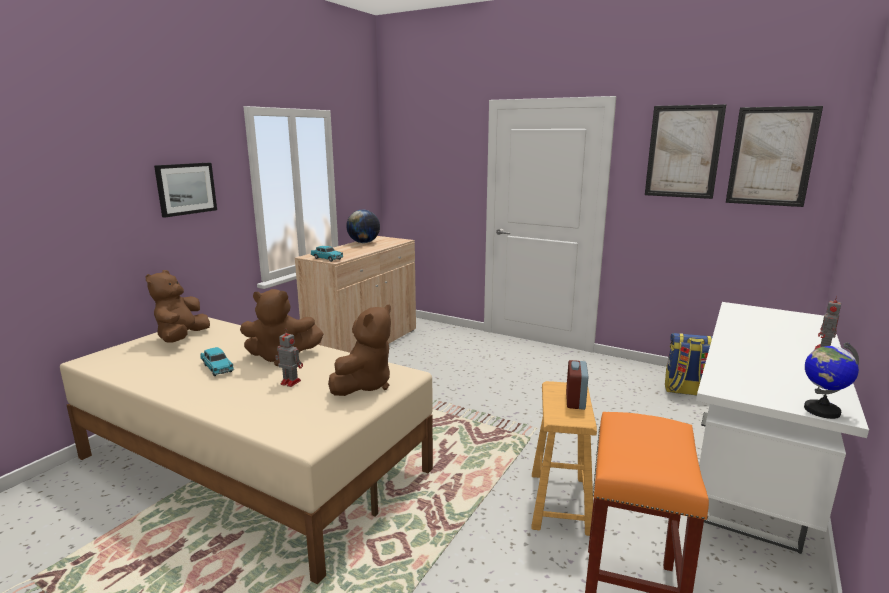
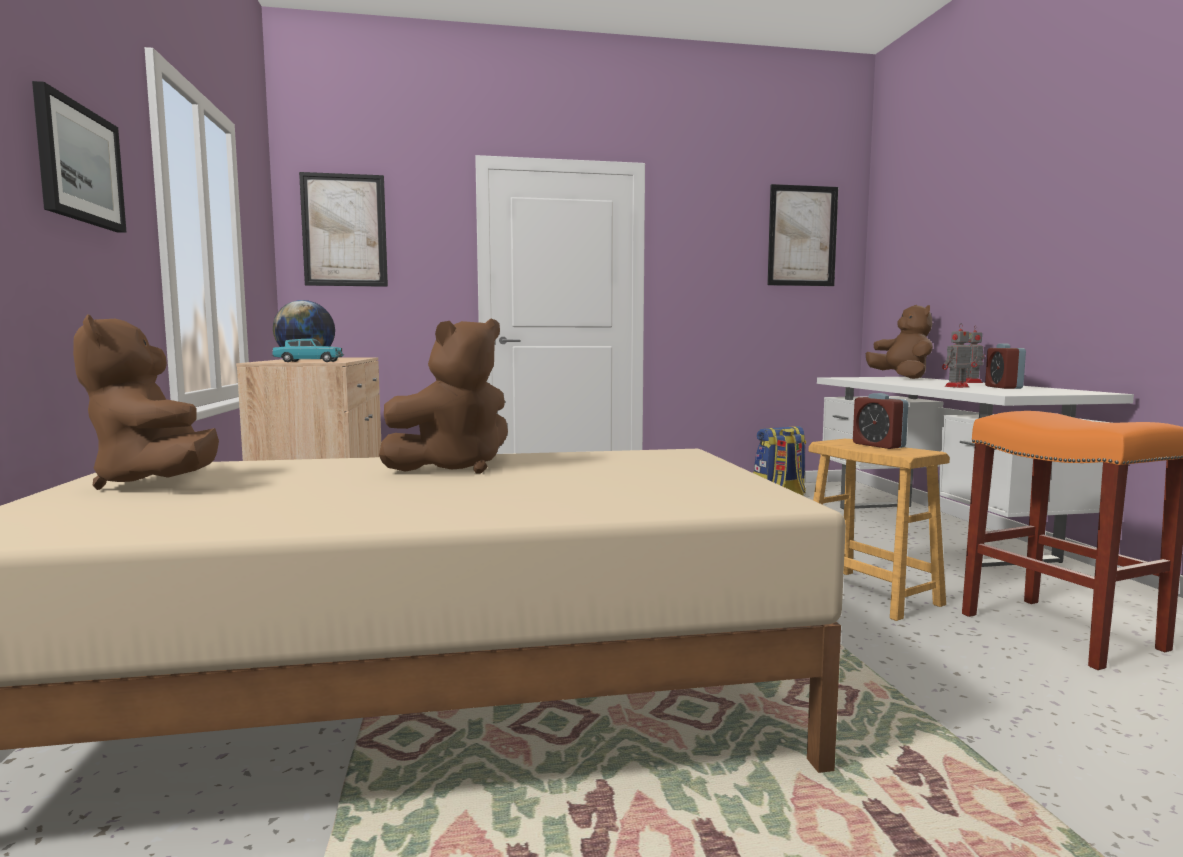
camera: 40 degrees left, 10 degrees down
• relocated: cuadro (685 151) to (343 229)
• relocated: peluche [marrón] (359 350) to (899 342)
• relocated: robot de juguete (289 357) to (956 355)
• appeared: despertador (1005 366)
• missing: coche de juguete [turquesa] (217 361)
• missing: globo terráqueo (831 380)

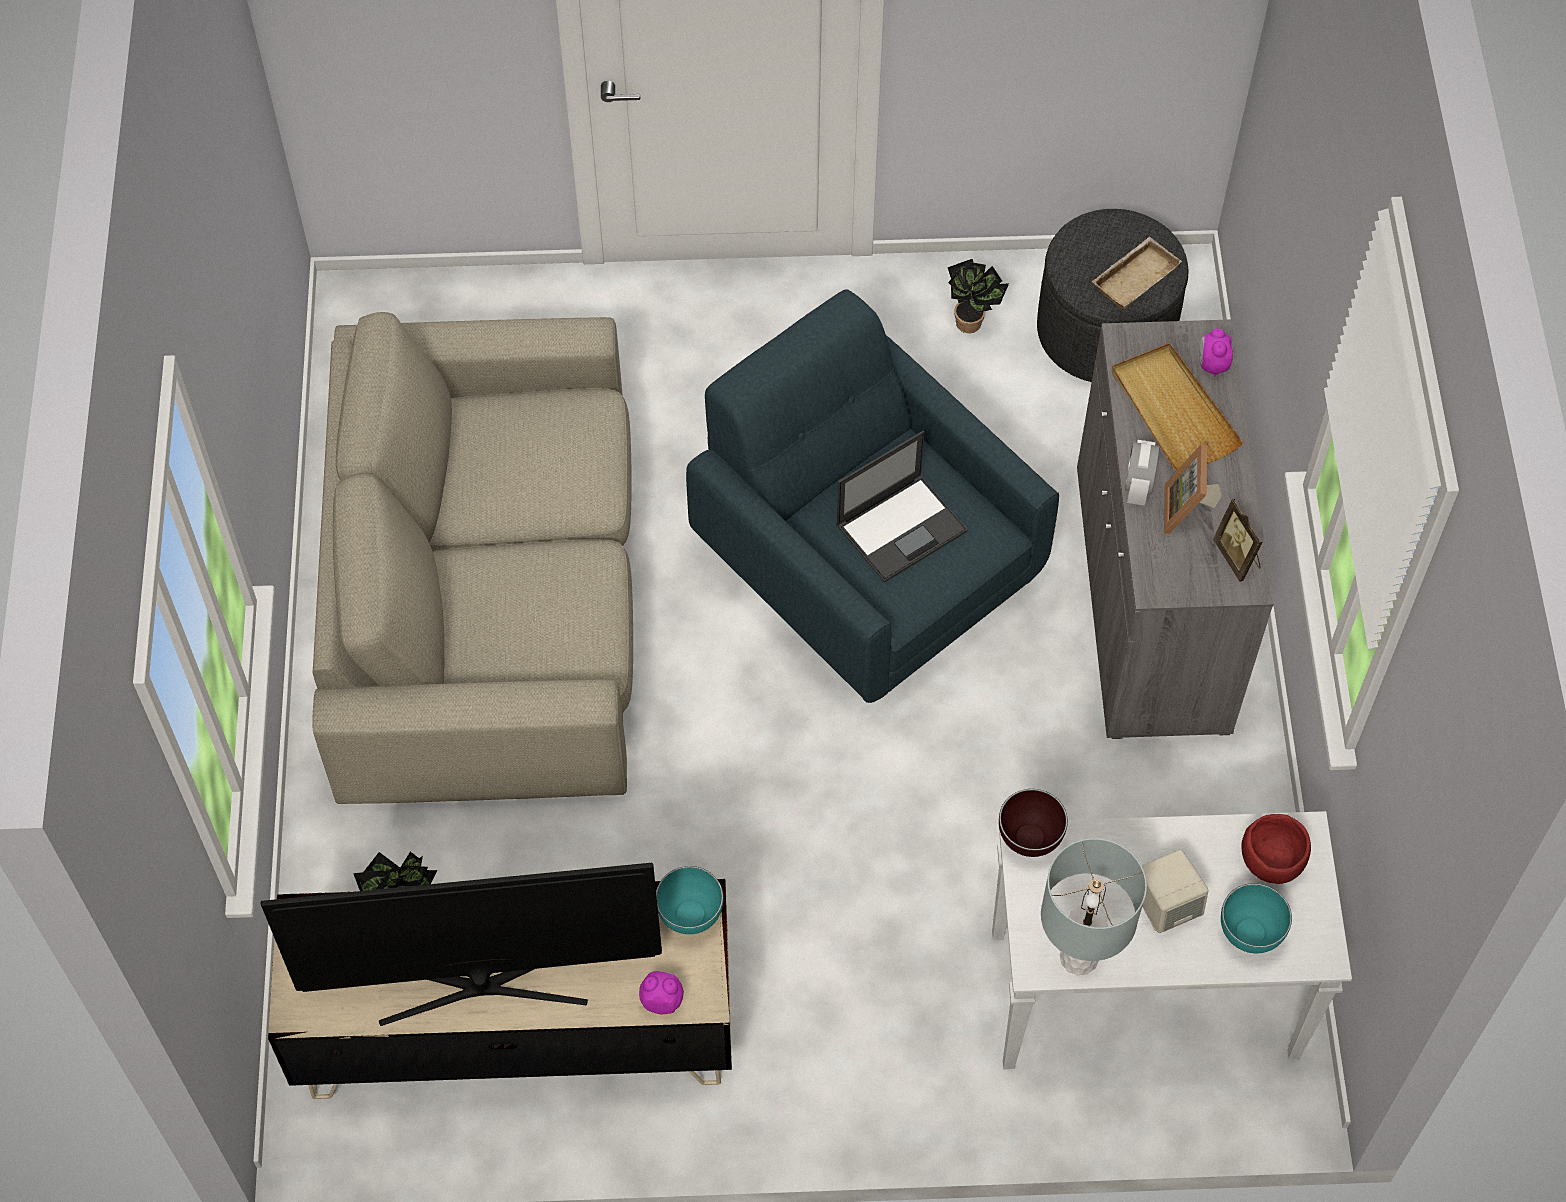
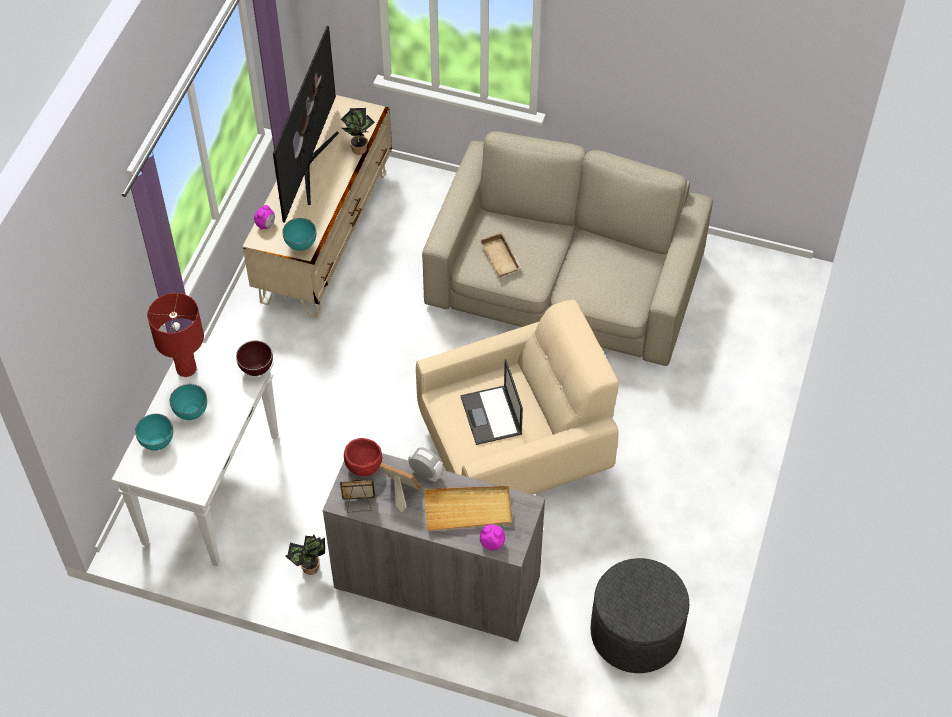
camera: 110 degrees right, 5 degrees down
• colour: lámpara de mesa [gris] (1094 906) to lámpara de mesa [rojo] (175 335)
• exchanged: altavoz [beis] (1175 891) to cuenco [turquesa] (188 402)
• relocated: planta en maceta (978 296) to (305 555)
• relocated: cuenco [rojo] (1276 849) to (363 457)
• colour: sillón [azul] (872 496) to sillón [beis] (517 397)
• relocated: bandeja [beis] (1136 273) to (500 254)

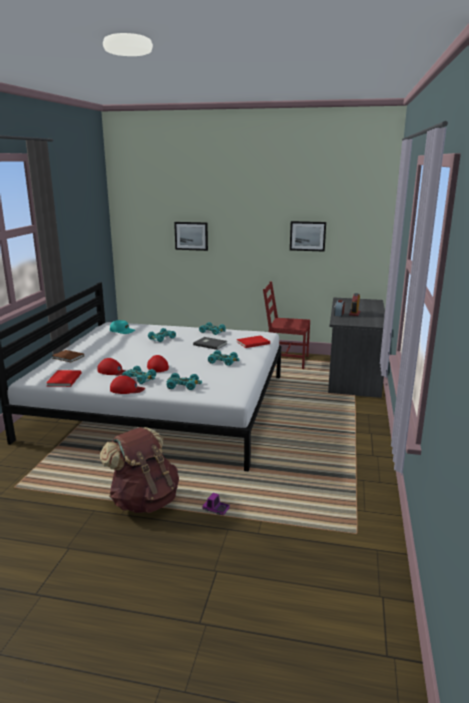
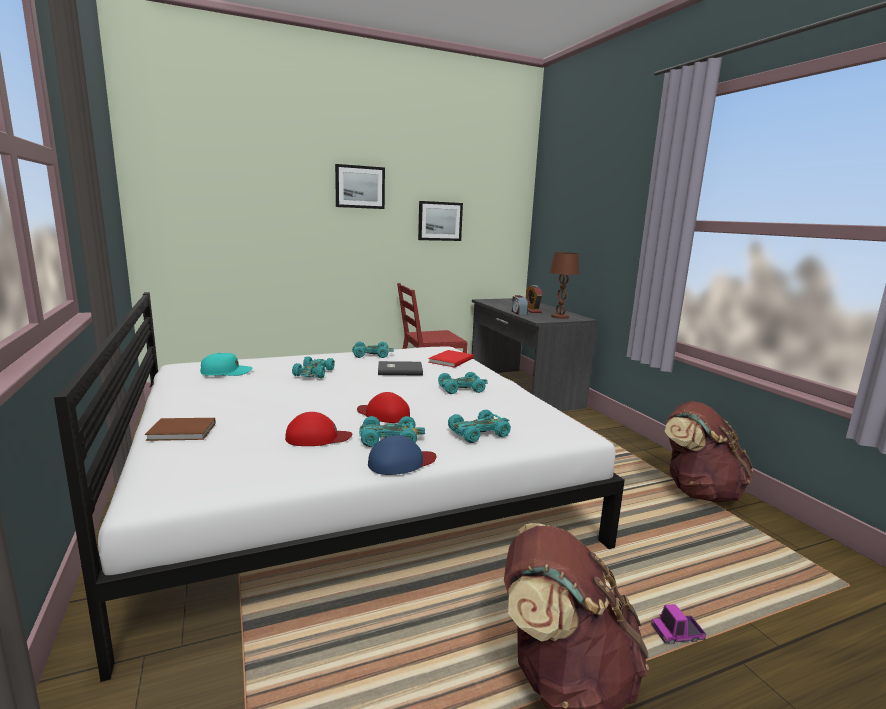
camera: 35 degrees left, 5 degrees down
• relocated: cuadro (191 236) to (360 186)
• colour: gorra [rojo] (127 384) to gorra [azul] (402 455)
• appeared: lámpara de mesa [marrón] (564 285)
• appeared: mochila [marrón] (709 452)
• missing: libro [rojo] (64 378)

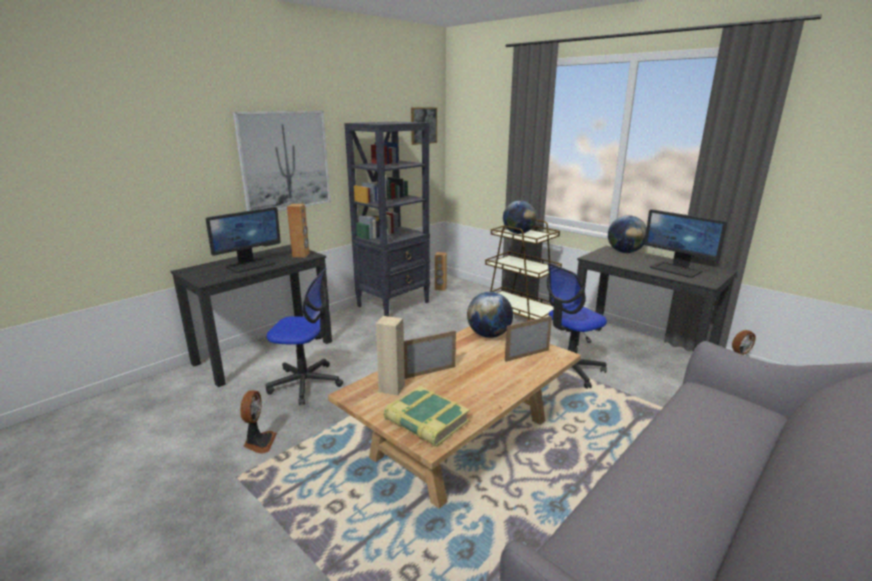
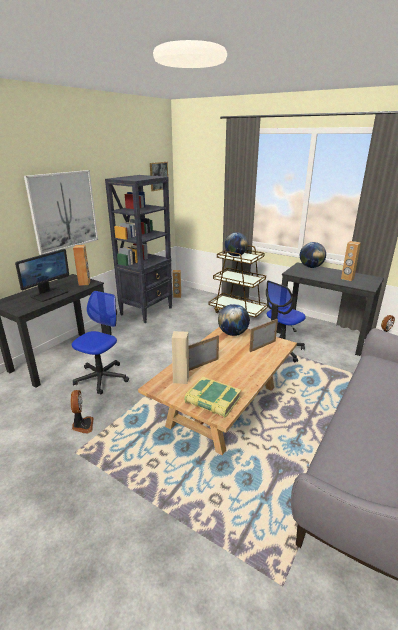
camera: 10 degrees left, 5 degrees up
• spun: silla de oficina (304 336) = (100 343) 60 degrees counterclockwise
• exchanged: monitor (686 243) to altavoz [marrón] (351 261)

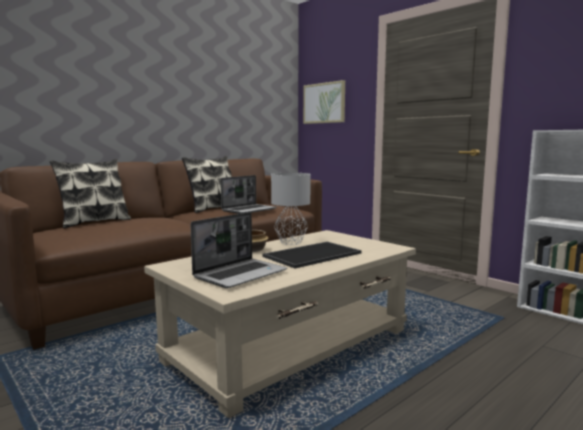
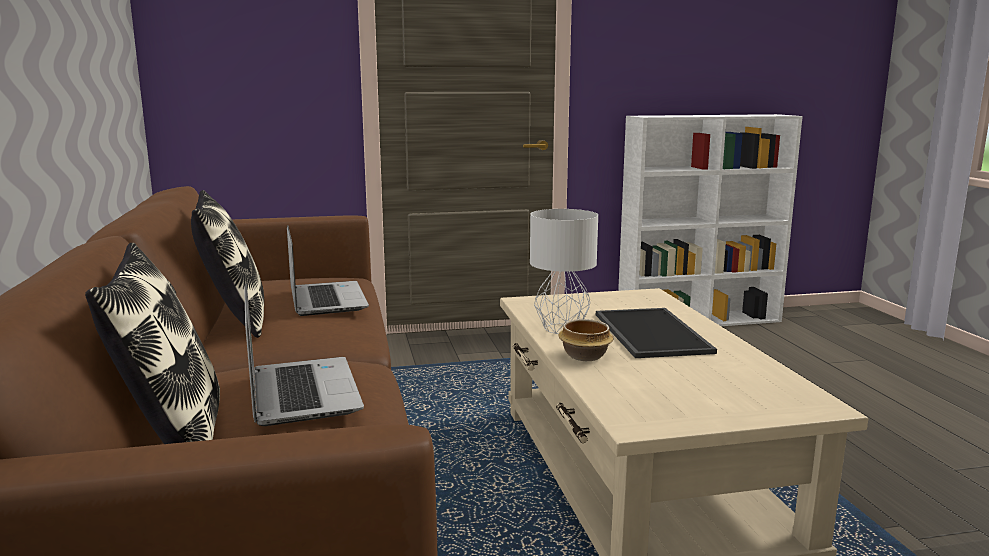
camera: 60 degrees left, 5 degrees up
• relocated: portátil (238 250) to (304 354)
• missing: cuadro (324 102)

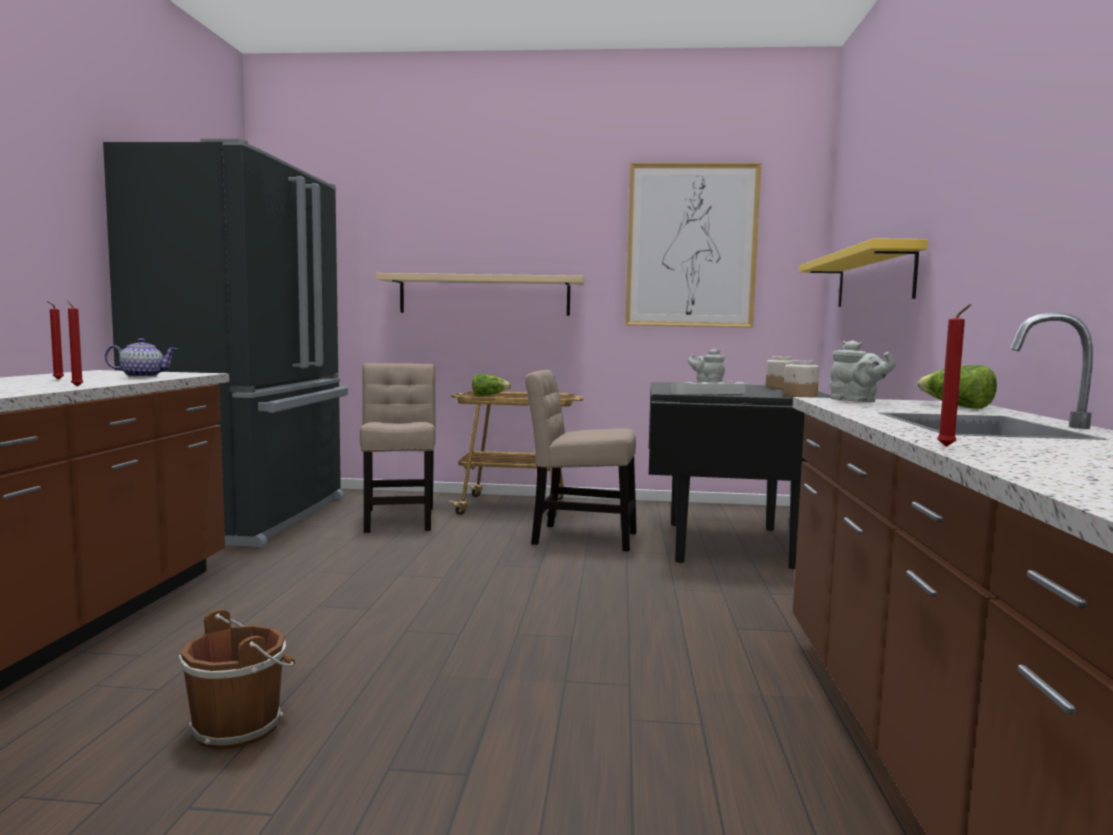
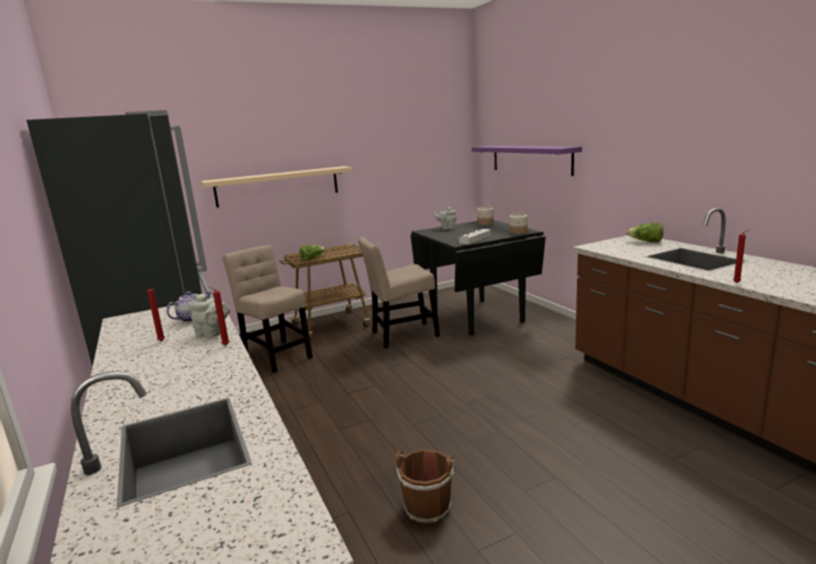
camera: 30 degrees left, 10 degrees up
• relocated: tetera [gris] (863 371) to (210 315)
• colour: estante [amarillo] (863 272) to estante [morado] (527 161)
• missing: cuadro (693 245)

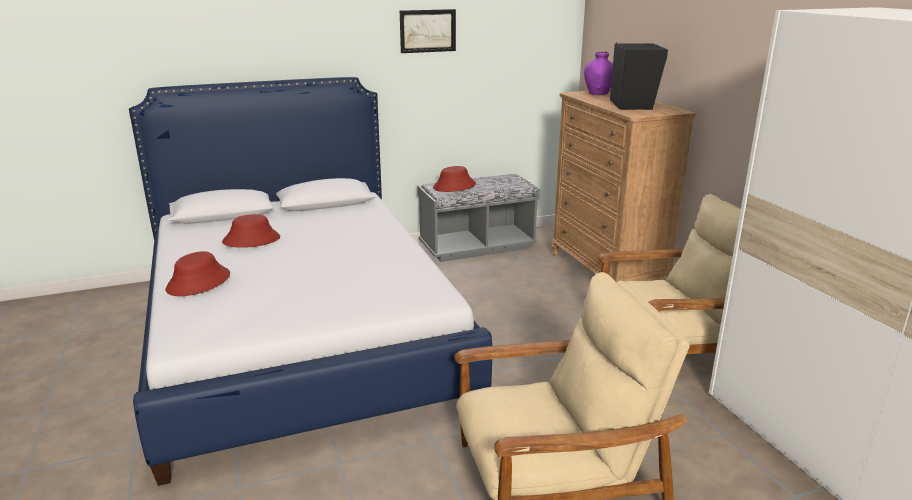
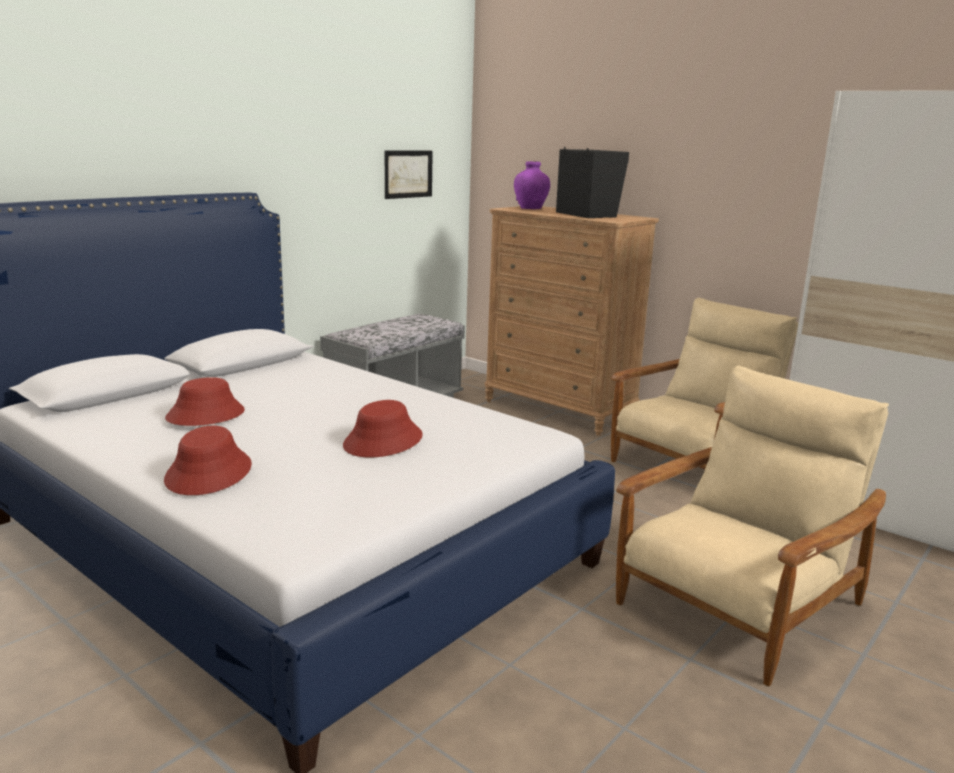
camera: 30 degrees left, 5 degrees down
• relocated: sombrero [rojo] (454 179) to (383 428)
• relocated: cuadro (428 31) to (409 175)

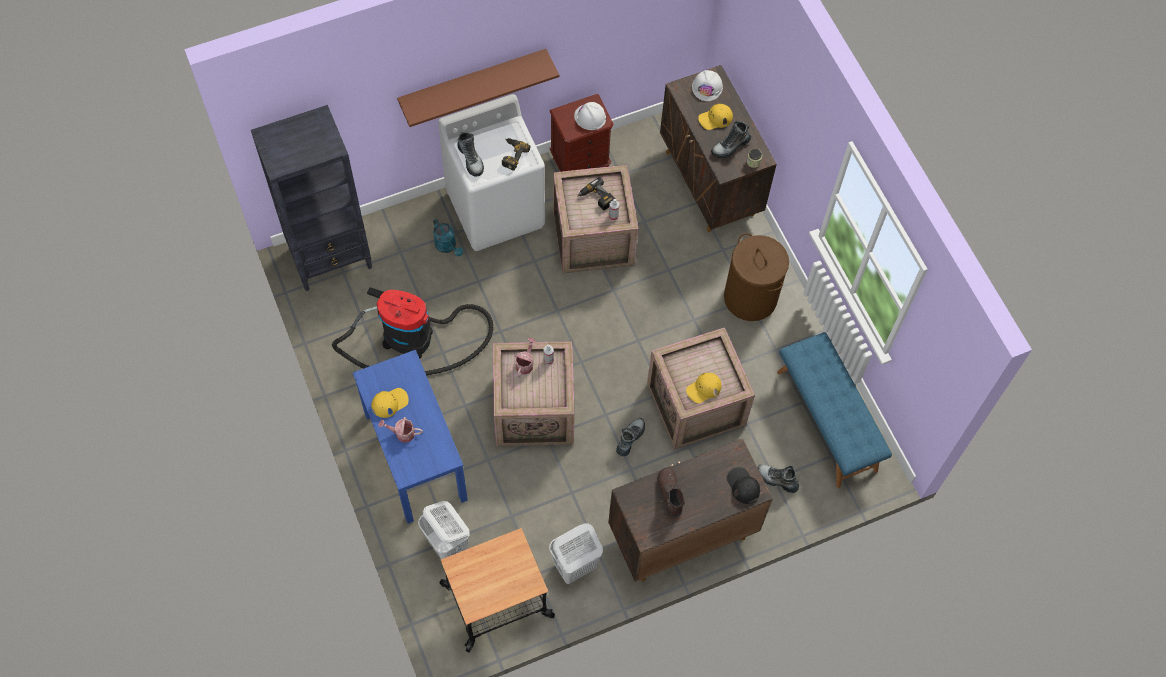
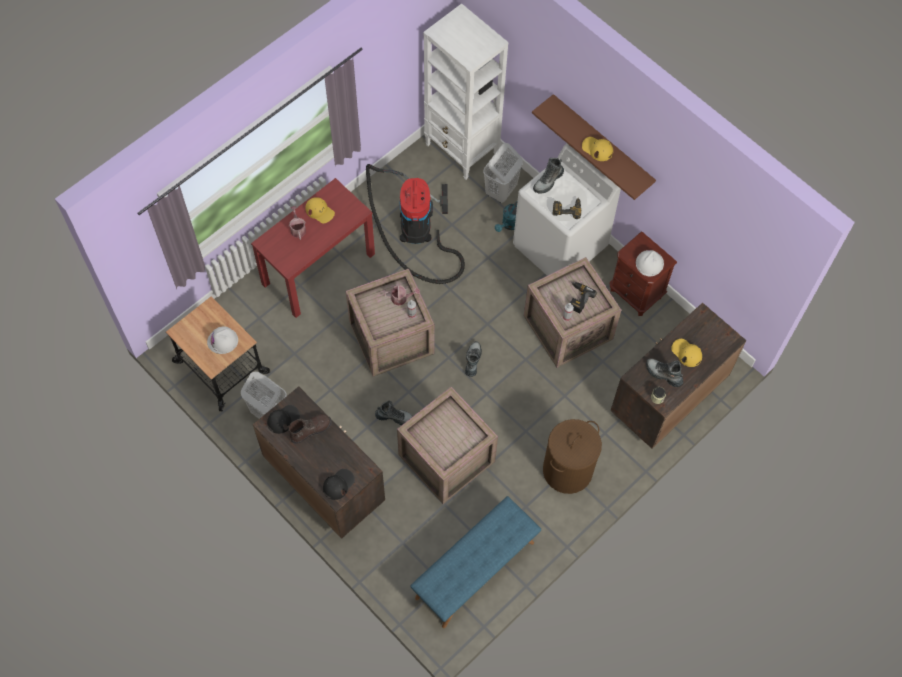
camera: 70 degrees right, 0 degrees up
• relocated: casco [blanco] (707 85) to (222 340)
• colour: mesa consola [azul] (410 437) to mesa consola [rojo] (313 248)
• appeared: gorra [negro] (283 419)
• colour: estantería [negro] (311 198) to estantería [blanco] (465 91)
• relocated: bota (778 478) to (473 359)
• relocated: cesto de la ropa [blanco] (444 530) to (503 173)
• relocated: gorra [amarillo] (704 388) to (597 149)

